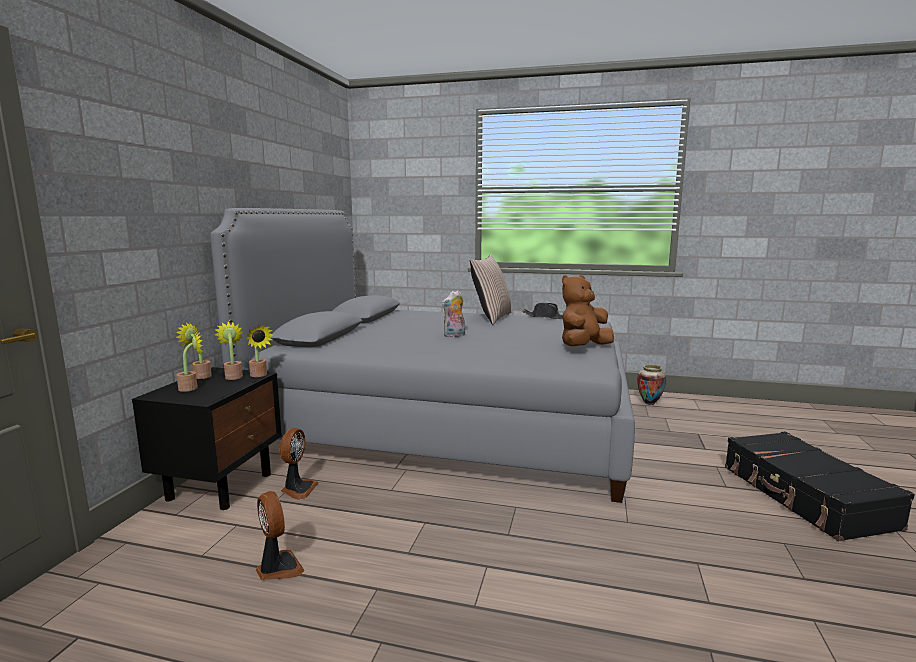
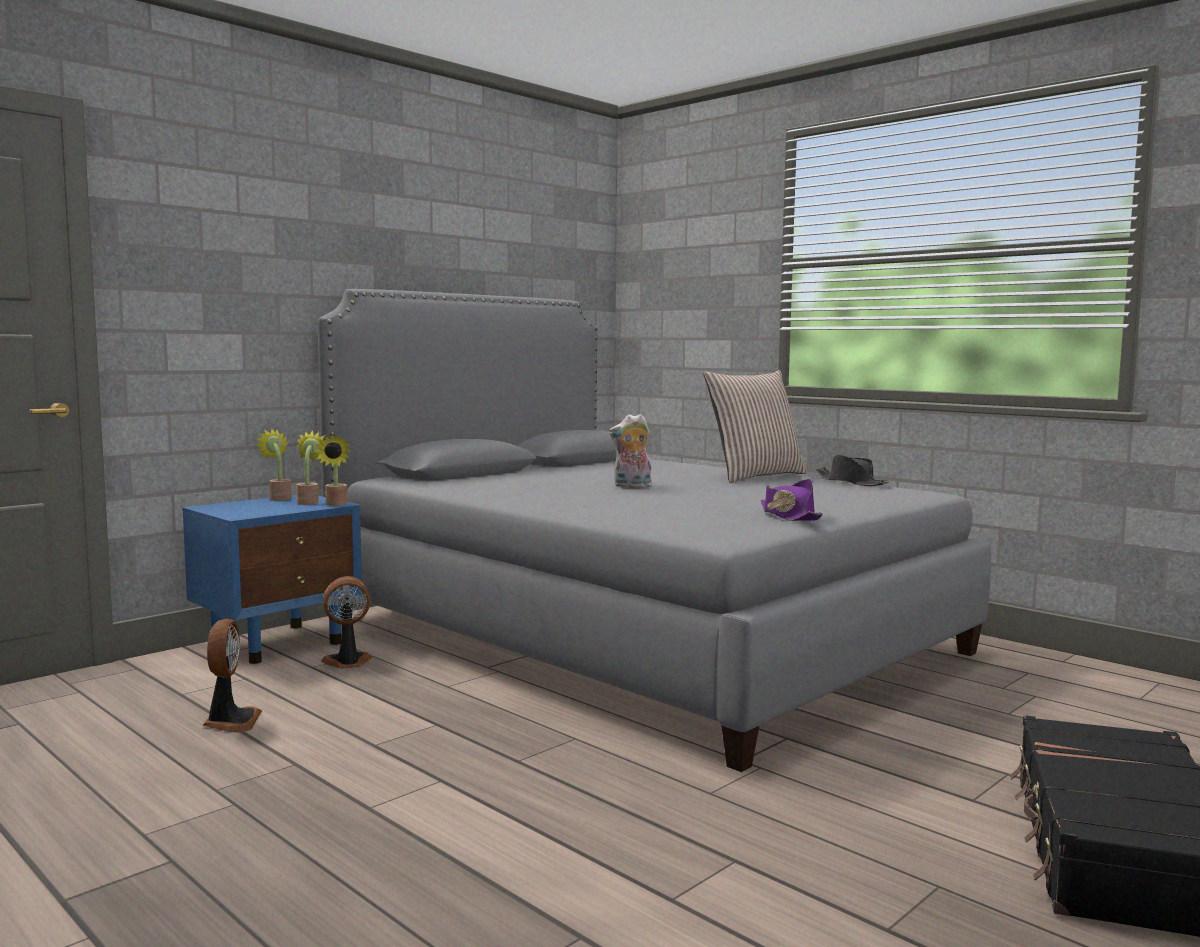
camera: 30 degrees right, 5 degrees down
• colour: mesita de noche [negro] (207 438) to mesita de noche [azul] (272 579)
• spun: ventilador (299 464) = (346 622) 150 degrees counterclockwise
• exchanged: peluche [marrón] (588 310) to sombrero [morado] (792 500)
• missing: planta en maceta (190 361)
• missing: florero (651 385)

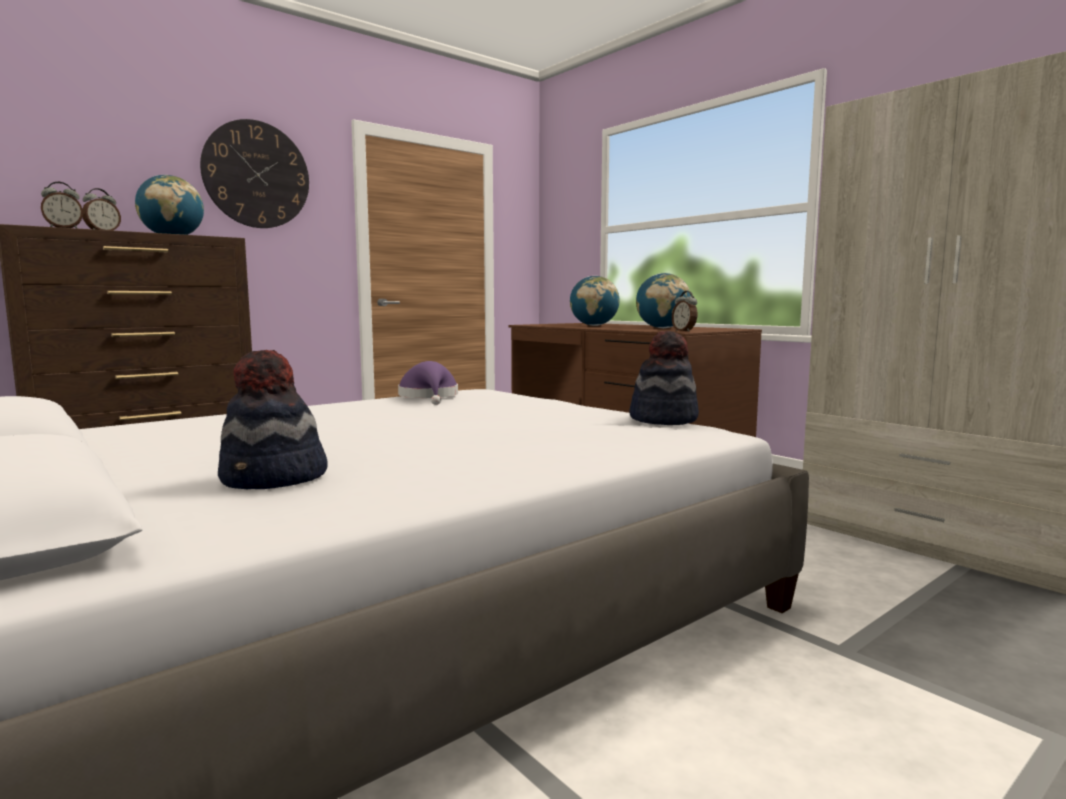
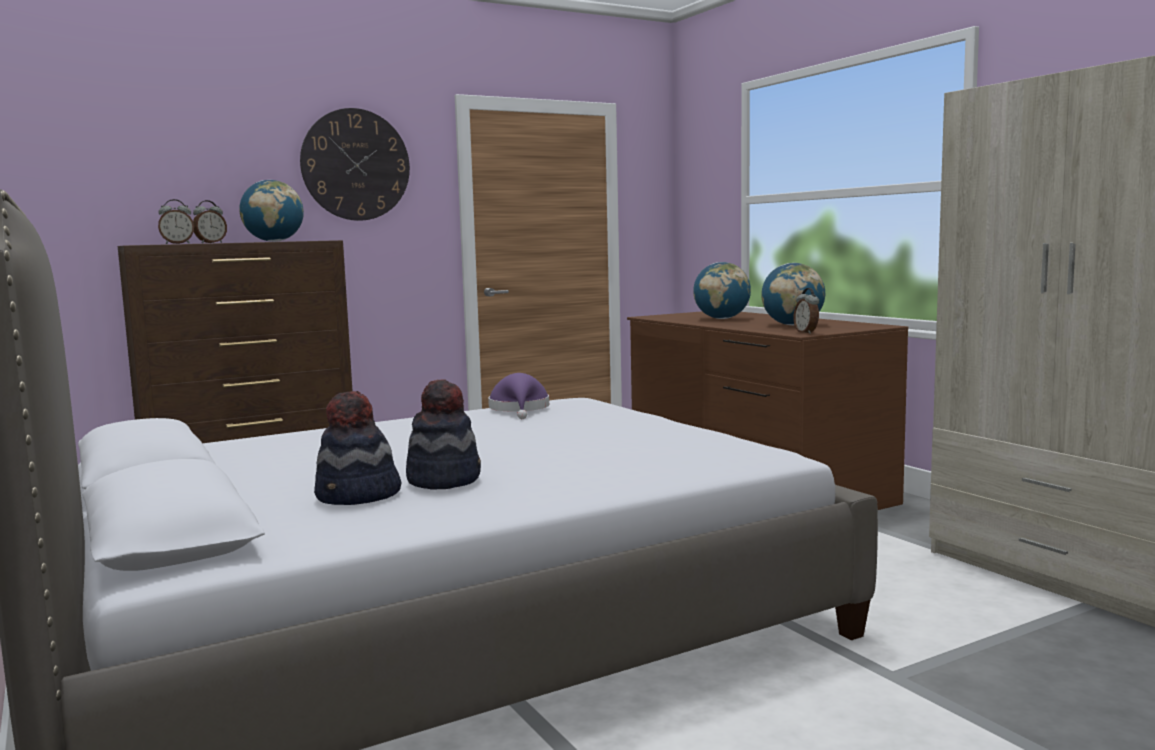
camera: 10 degrees right, 0 degrees up
• relocated: sombrero (664 378) to (443 434)

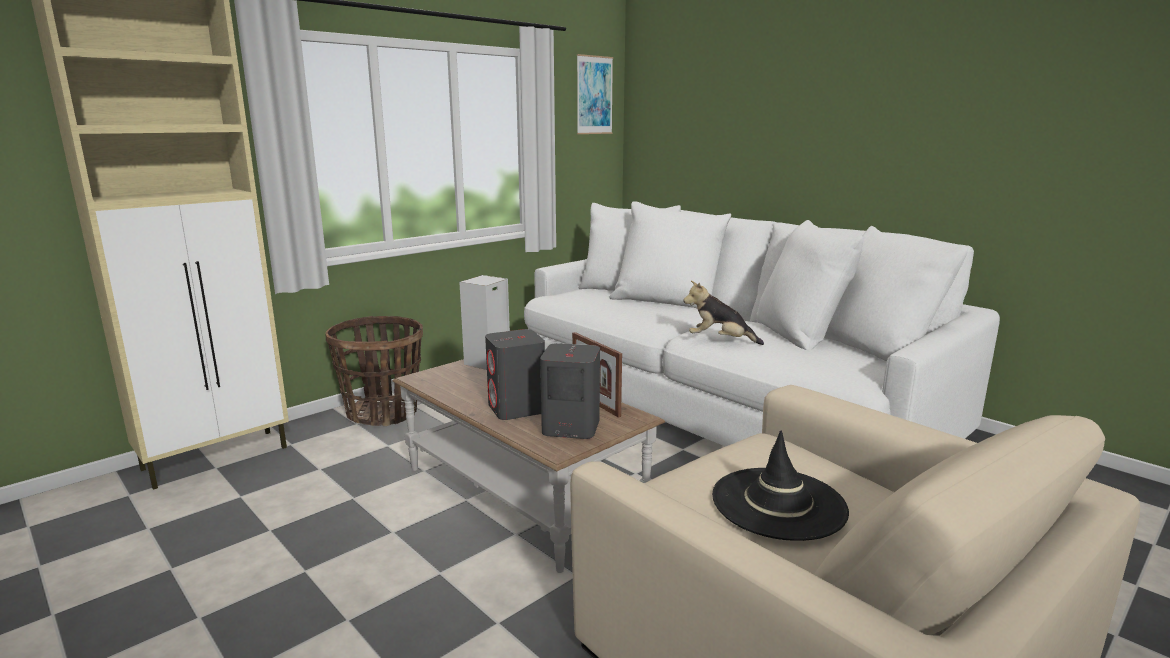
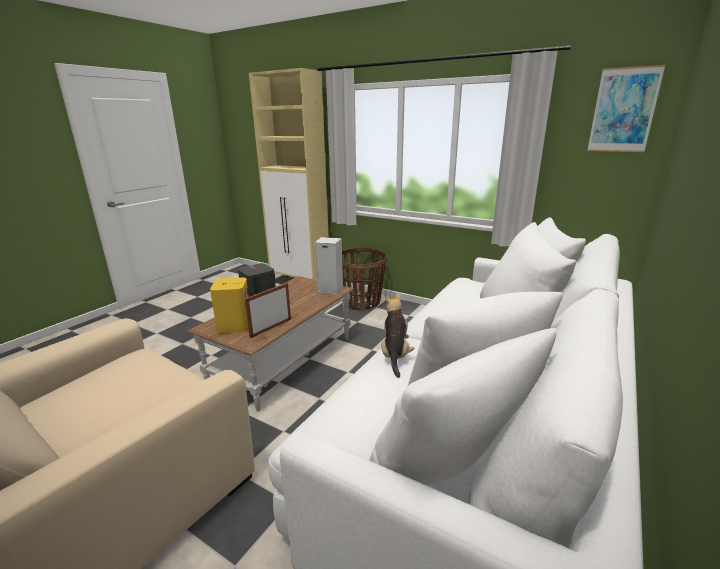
camera: 75 degrees right, 5 degrees up
• colour: altavoz [gris] (570 391) to altavoz [amarillo] (229 305)
• missing: sombrero [negro] (780 486)

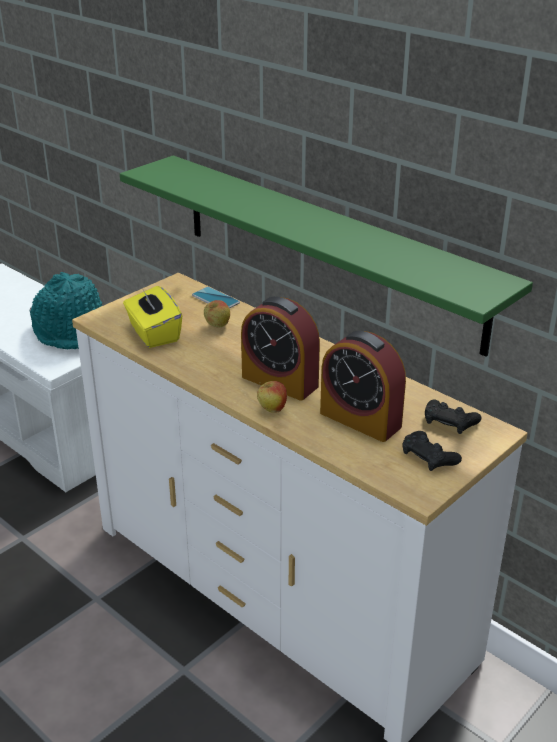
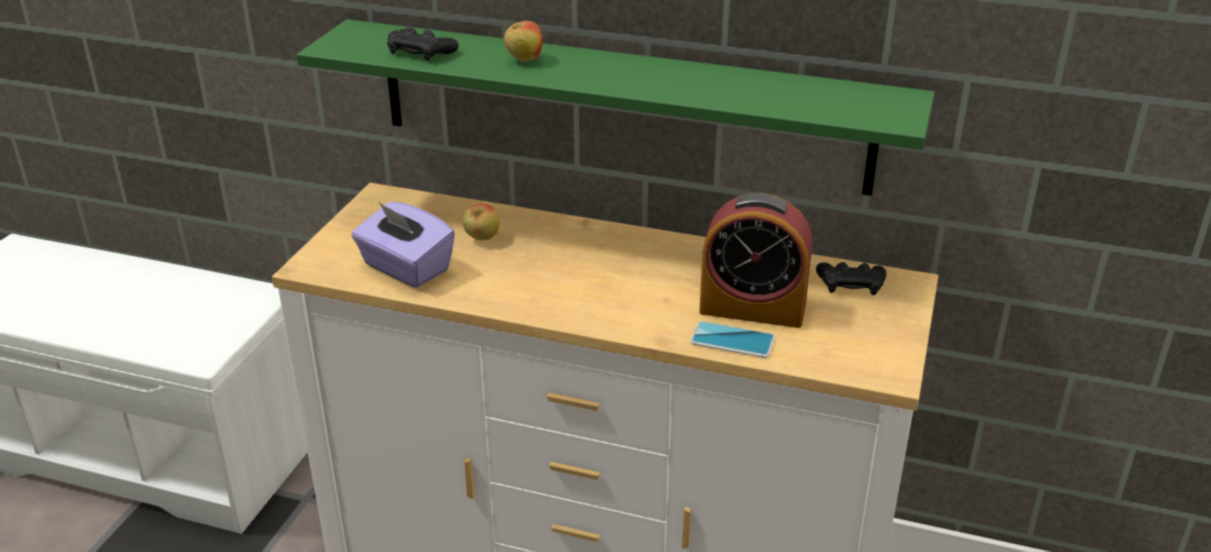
camera: 25 degrees left, 0 degrees up
• colour: caja de pañuelos [amarillo] (152 317) to caja de pañuelos [morado] (403 245)
• relocated: mando de consola [negro] (432 451) to (423 43)
• relocated: manzana (272 397) to (523 41)
• relocated: móvil (216 297) to (732 339)
• missing: sombrero [turquesa] (66 311)
• missing: despertador (280 349)

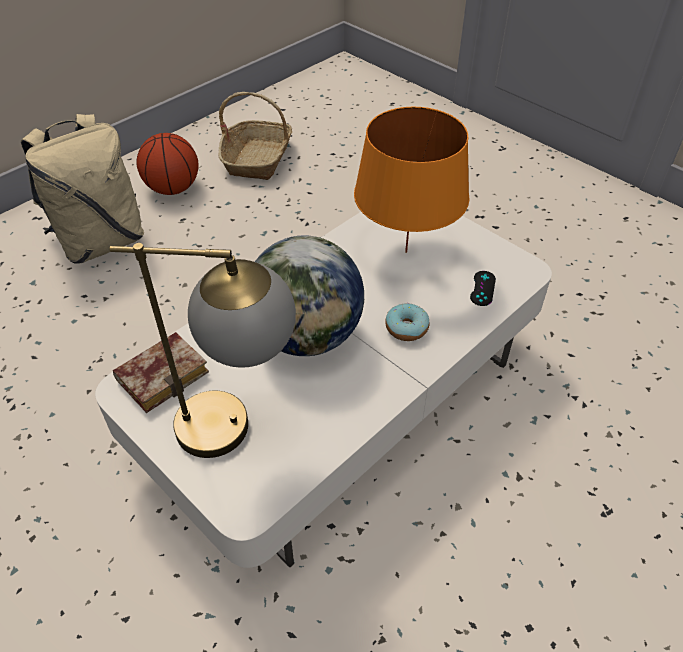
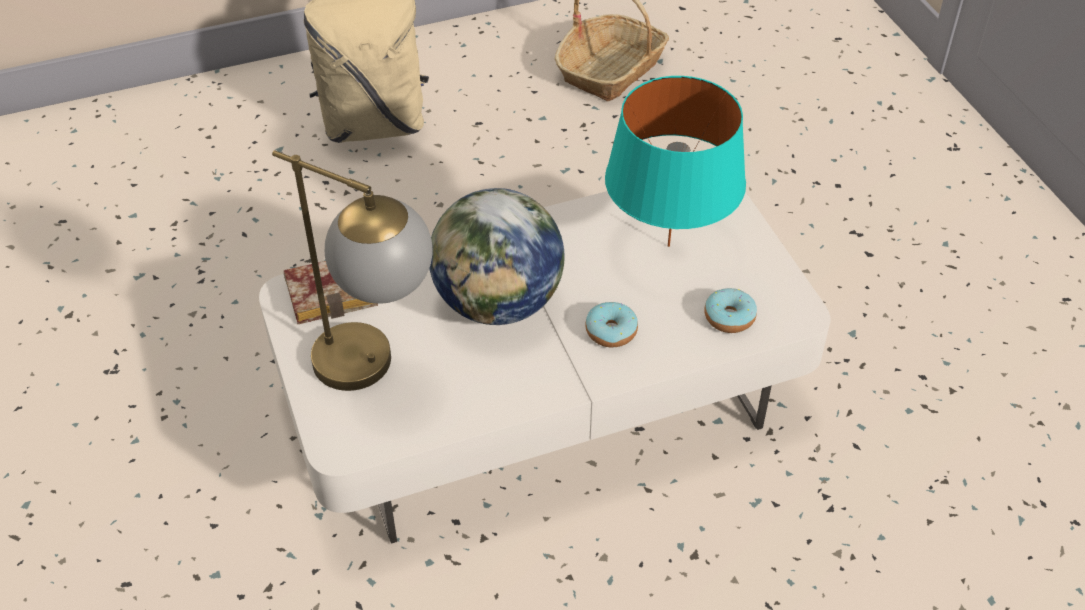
camera: 25 degrees right, 0 degrees up
• colour: lámpara de mesa [naranja] (411 180) to lámpara de mesa [turquesa] (675 161)
• exchanged: mando de consola [negro] (483 288) to rosquilla (730 310)
• missing: balón de baloncesto (167 164)

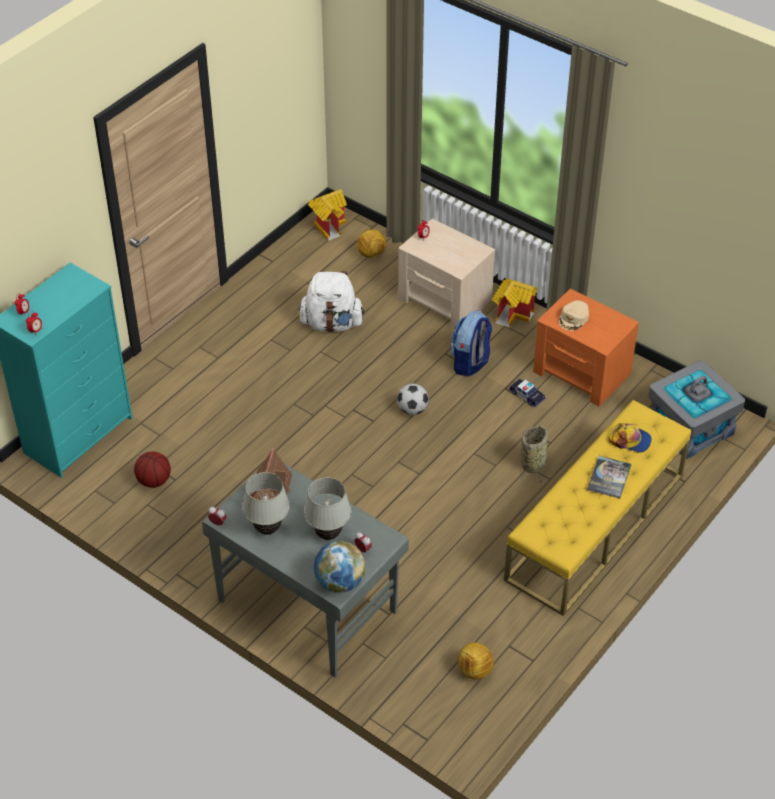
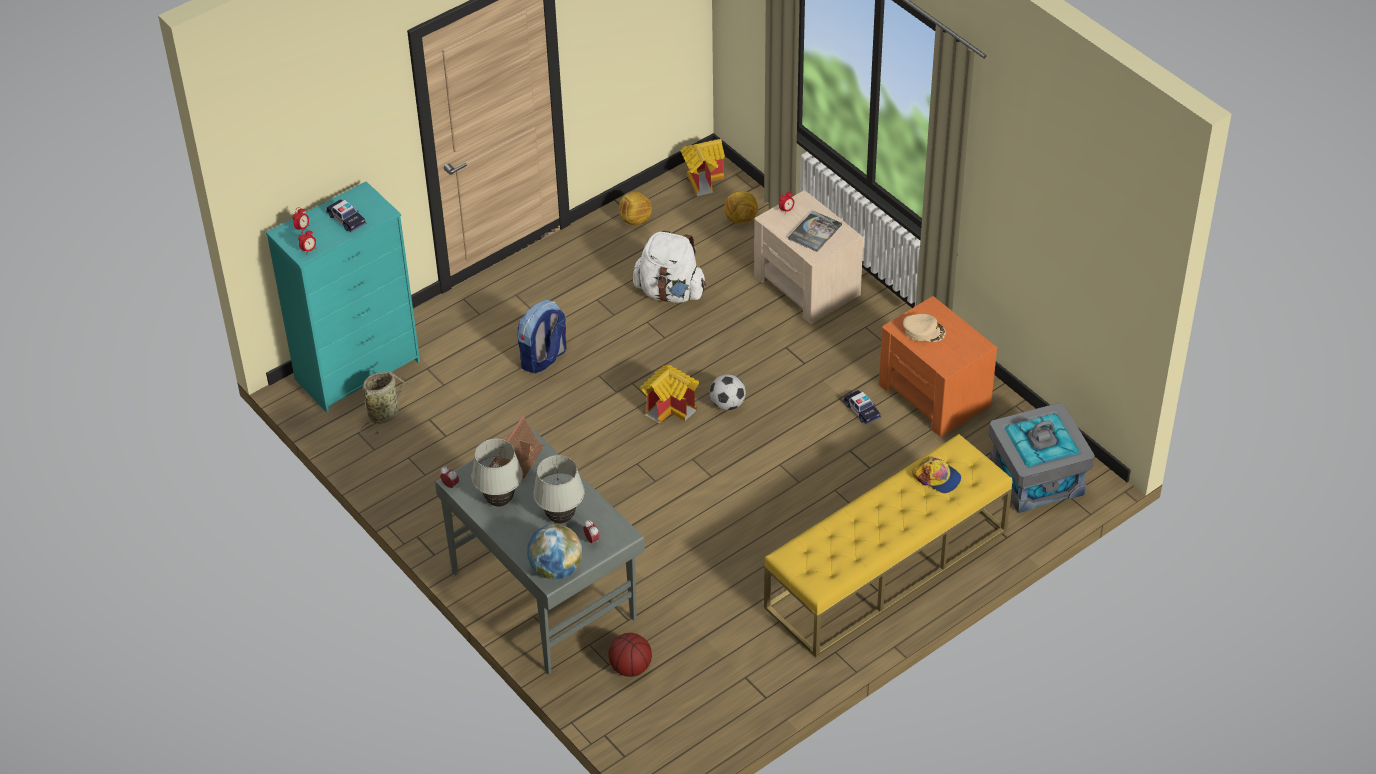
camera: 15 degrees right, 0 degrees up
• appeared: coche de juguete (346 216)
• relocated: cesta (534 454) to (387 403)
• relocated: mochila (471 343) to (541 336)
• relocated: balón de baloncesto (152 469) to (630 655)
• relocated: balón de fútbol (476 660) to (635 209)
• relocated: casita (514 303) to (669 394)
• relocated: libro (609 477) to (815 231)
• spun: gorra [beis] (574 315) = (924 328) 120 degrees counterclockwise

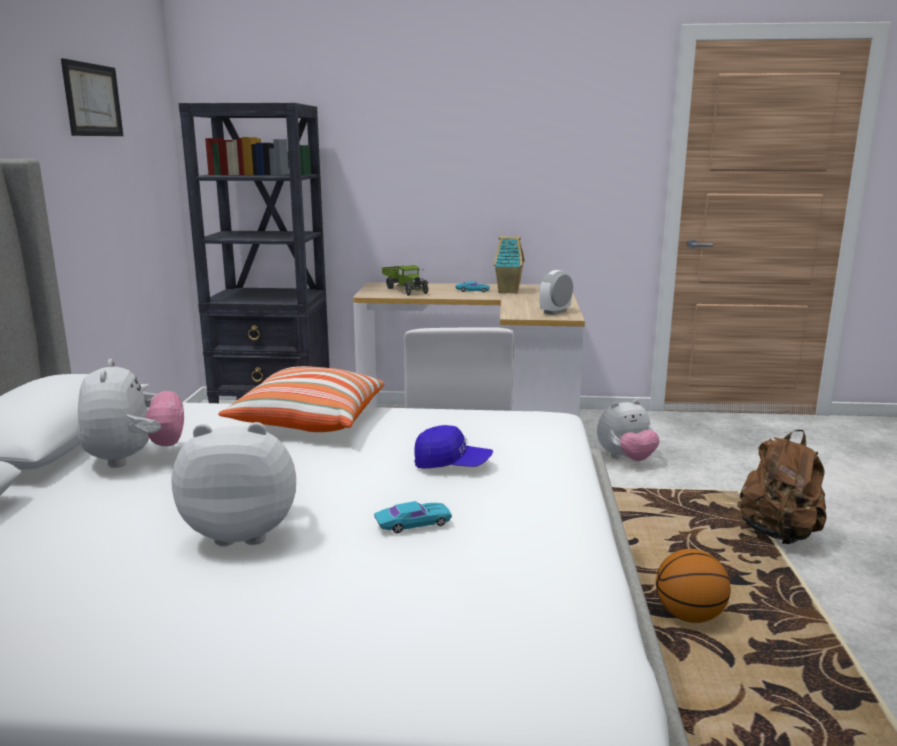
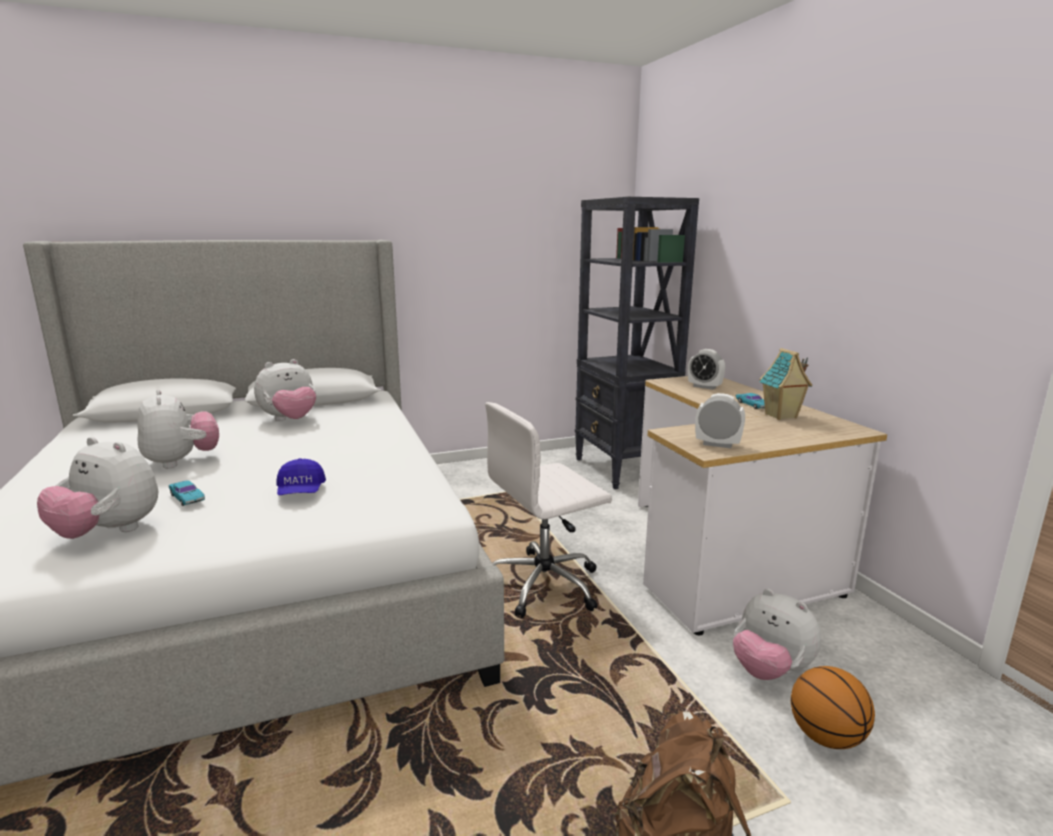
camera: 65 degrees right, 0 degrees up
• appeared: peluche (97 488)
• exchanged: camión de juguete (405 280) to despertador (706 369)
• relocated: balón de baloncesto (693 586) to (833 707)
• missing: cuadro (92 97)
• missing: cojín (301 399)

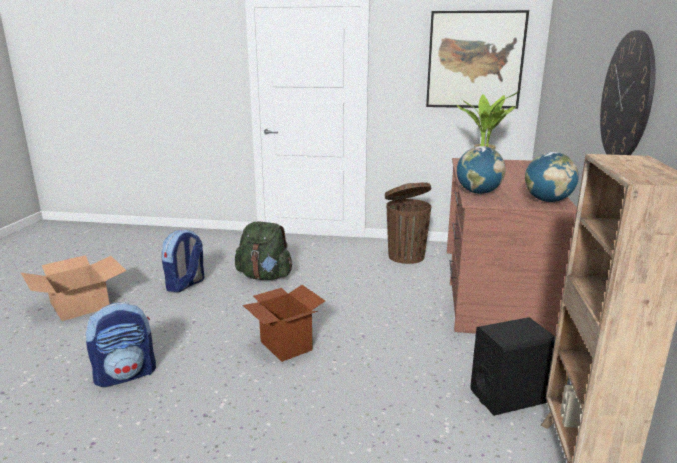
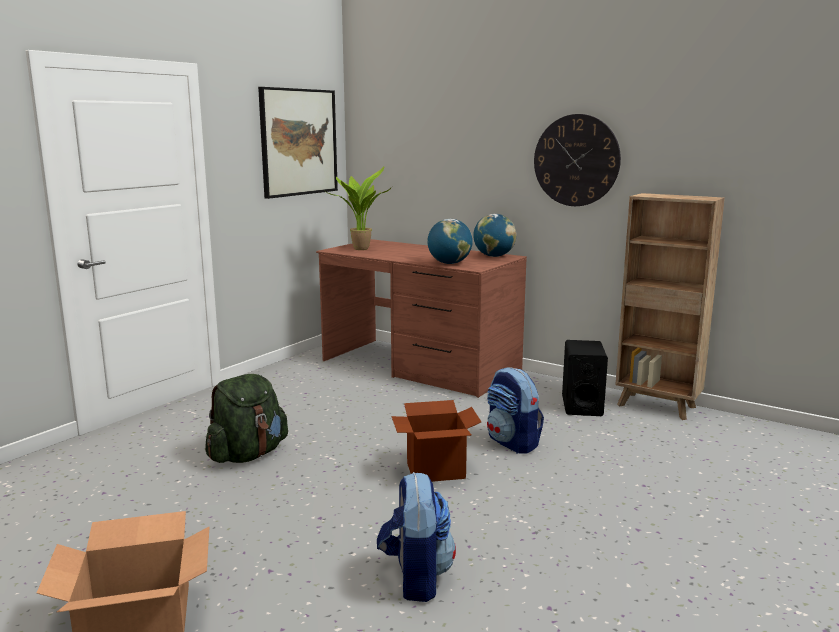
camera: 65 degrees left, 5 degrees down
• relocated: mochila (183 260) to (515 410)
• missing: papelera [marrón] (408 223)

